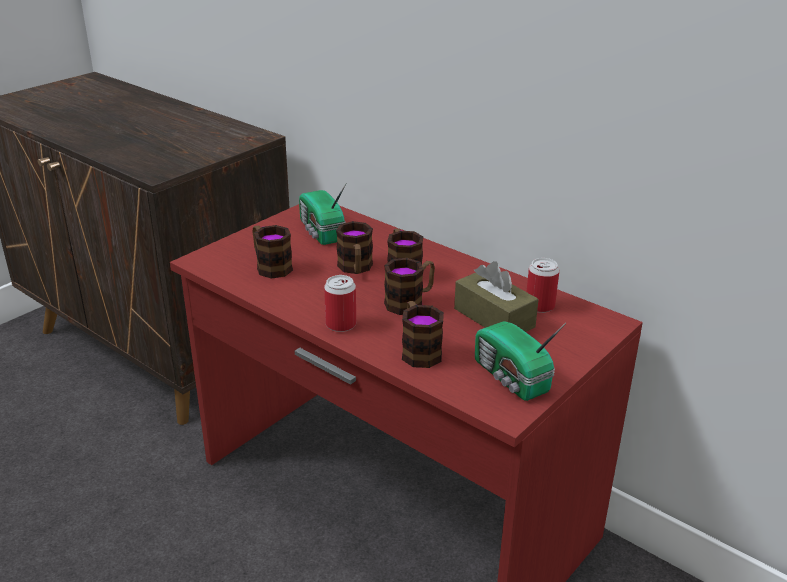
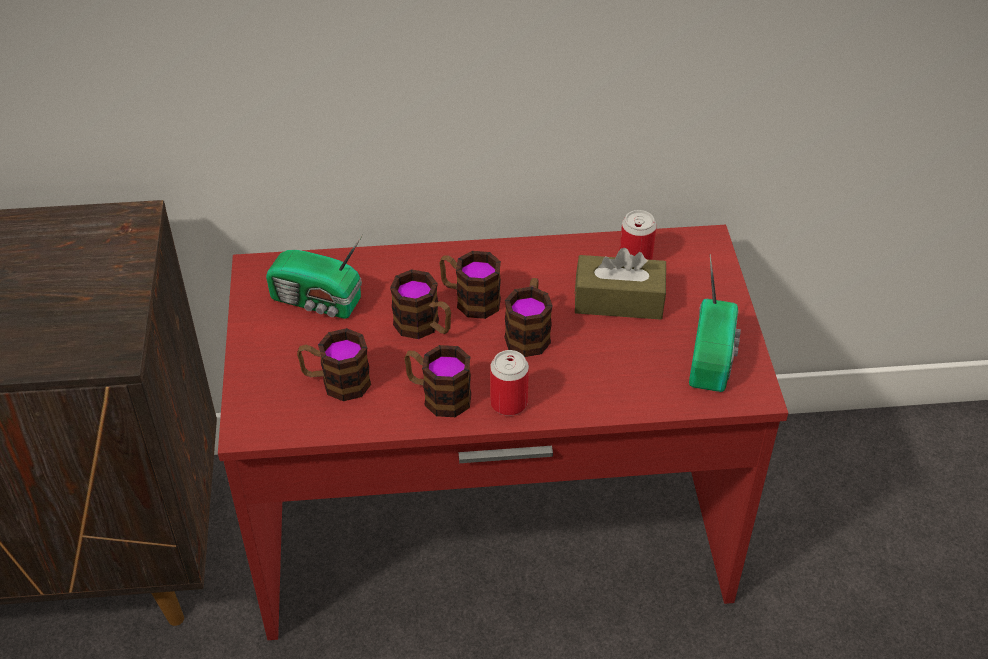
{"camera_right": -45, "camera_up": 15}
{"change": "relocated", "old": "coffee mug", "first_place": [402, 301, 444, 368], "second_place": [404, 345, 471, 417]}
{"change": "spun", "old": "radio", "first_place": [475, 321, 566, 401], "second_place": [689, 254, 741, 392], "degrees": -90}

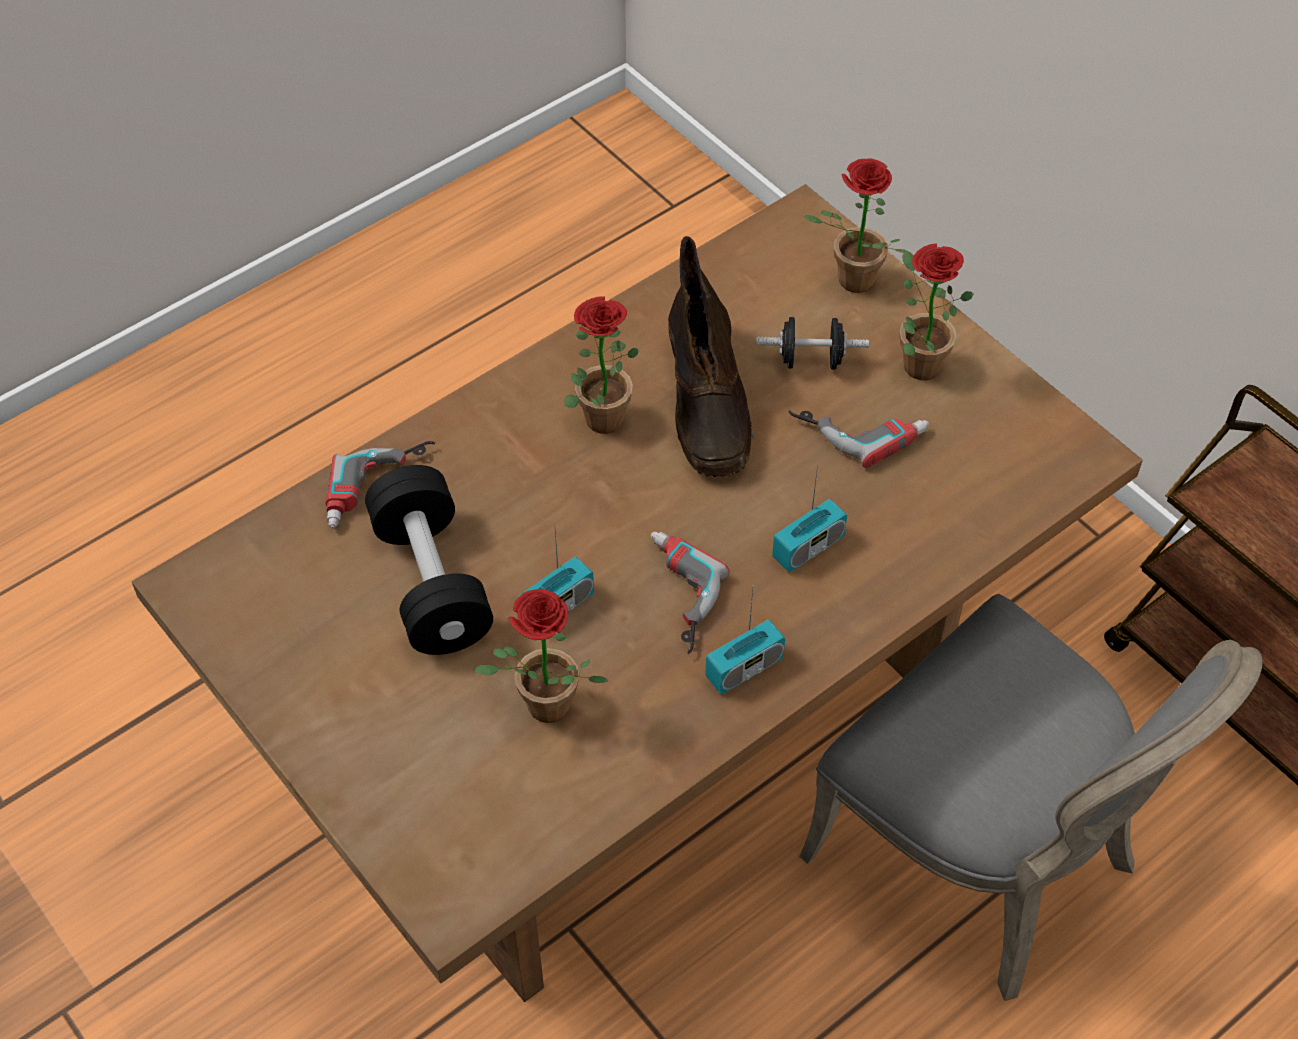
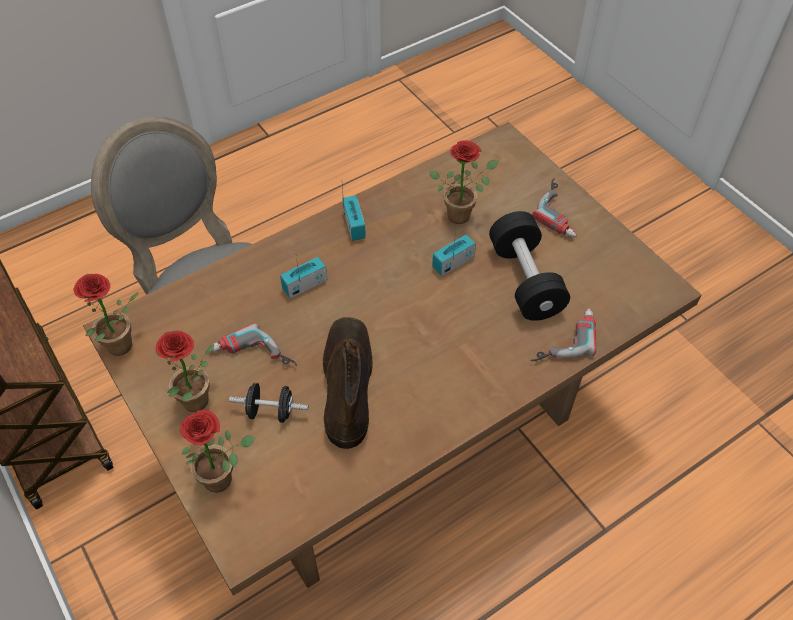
{"camera_right": -175, "camera_up": 0}
{"change": "relocated", "old": "houseplant", "first_place": [564, 296, 640, 434], "second_place": [74, 274, 139, 356]}
{"change": "relocated", "old": "power drill", "first_place": [651, 532, 729, 654], "second_place": [532, 178, 577, 237]}
{"change": "spun", "old": "radio", "first_place": [705, 589, 785, 694], "second_place": [342, 186, 366, 241], "degrees": 105}

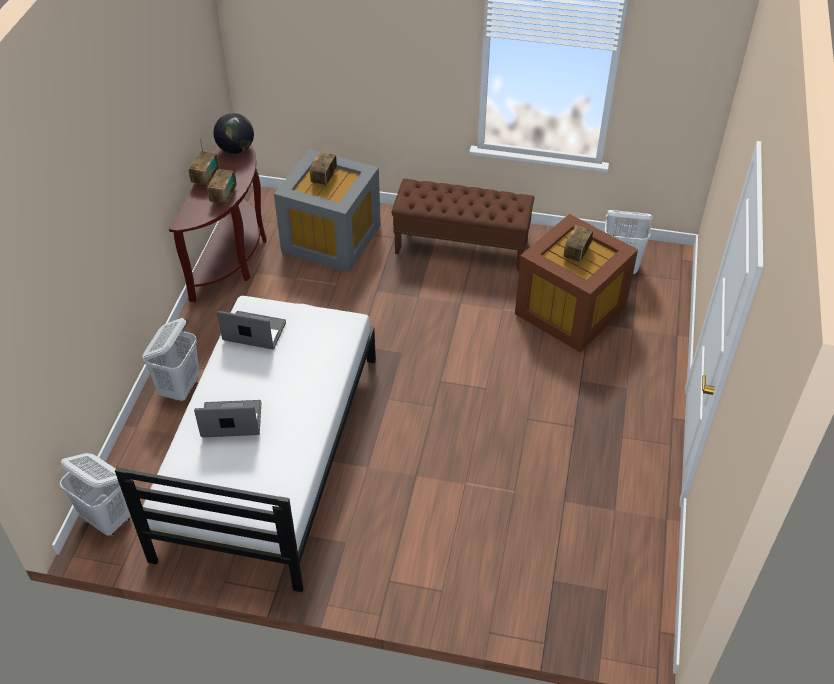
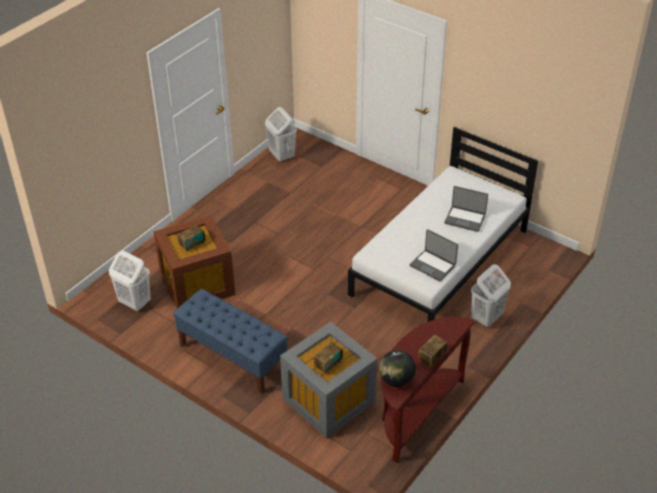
{"camera_right": -155, "camera_up": -5}
{"change": "missing", "old": "radio", "first_place": [207, 156, 237, 206]}
{"change": "colour", "old": "long seat (brownish)", "new": "long seat (blue-coloured)", "first_place": [392, 179, 534, 272], "second_place": [173, 289, 288, 394]}
{"change": "relocated", "old": "hamper (white-coloured)", "first_place": [60, 453, 131, 536], "second_place": [265, 107, 297, 162]}

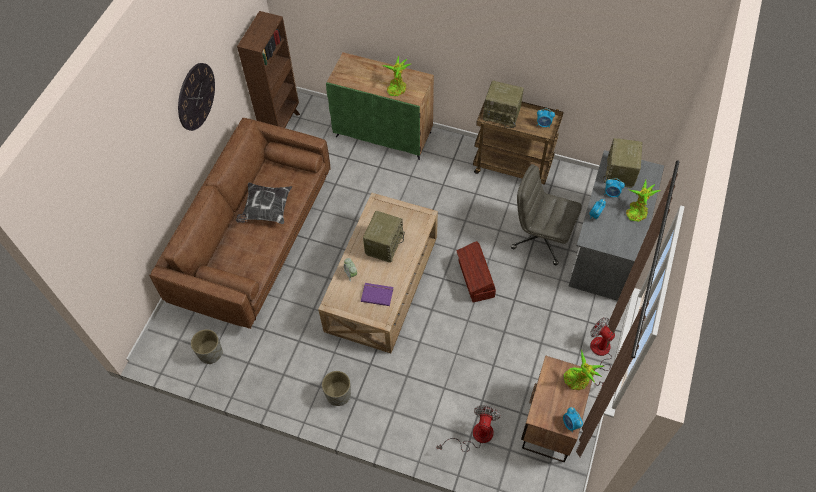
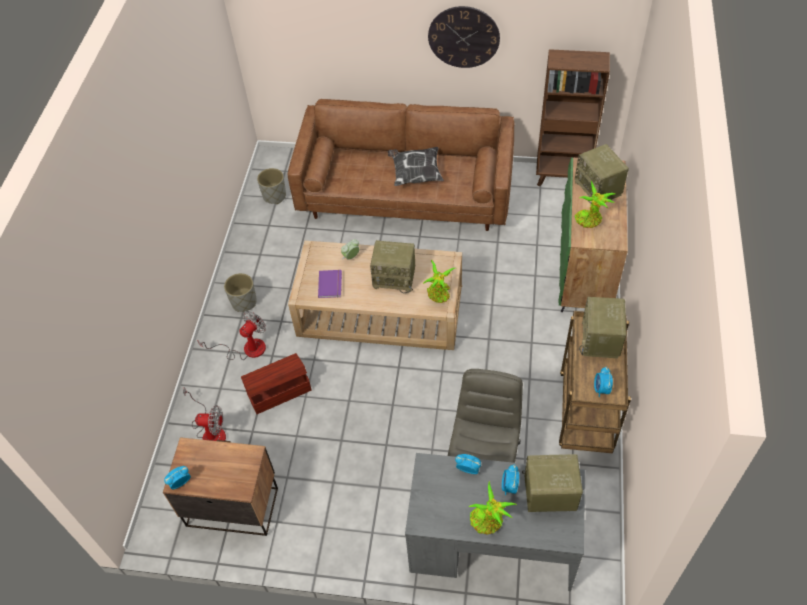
{"camera_right": 80, "camera_up": -5}
{"change": "relocated", "old": "storage container (brownish)", "first_place": [457, 241, 496, 303], "second_place": [241, 353, 311, 414]}
{"change": "relocated", "old": "electric fan", "first_place": [590, 317, 615, 387], "second_place": [197, 311, 266, 360]}
{"change": "relocated", "old": "houseplant", "first_place": [564, 350, 605, 390], "second_place": [423, 260, 455, 303]}
{"change": "appeared", "new": "radio", "second_place": [575, 144, 629, 204]}

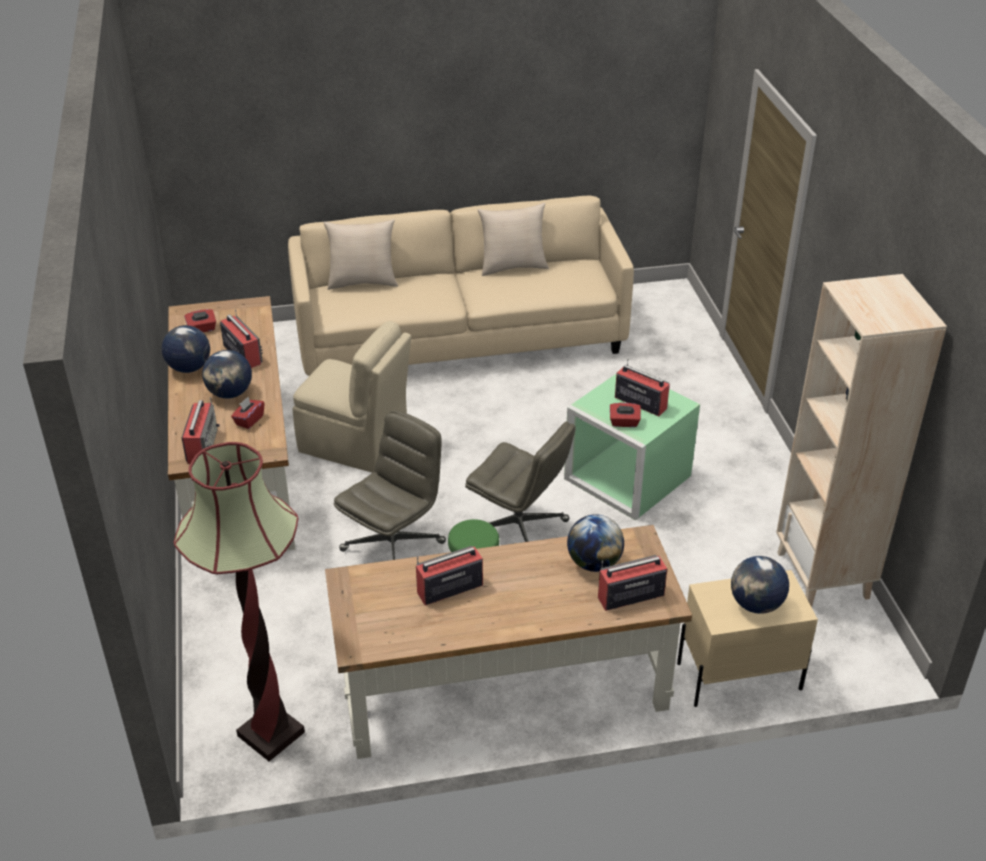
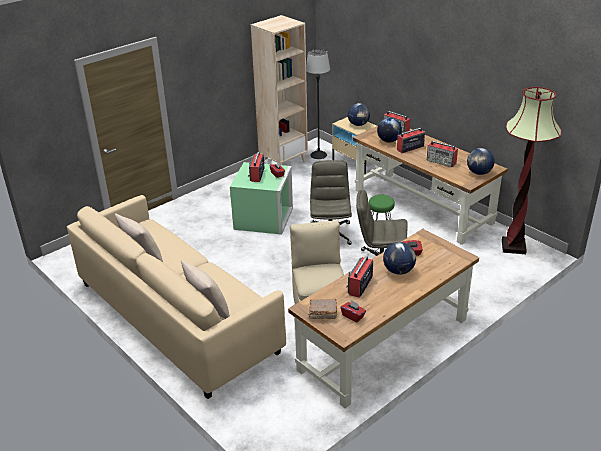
{"camera_right": -120, "camera_up": -5}
{"change": "relocated", "old": "world globe", "first_place": [162, 325, 210, 373], "second_place": [467, 148, 495, 175]}
{"change": "relocated", "old": "radio", "first_place": [182, 397, 220, 464], "second_place": [397, 128, 425, 153]}
{"change": "appeared", "new": "floor lamp", "second_place": [306, 49, 330, 159]}
{"change": "appeared", "new": "volume (brownish)", "second_place": [309, 299, 337, 319]}

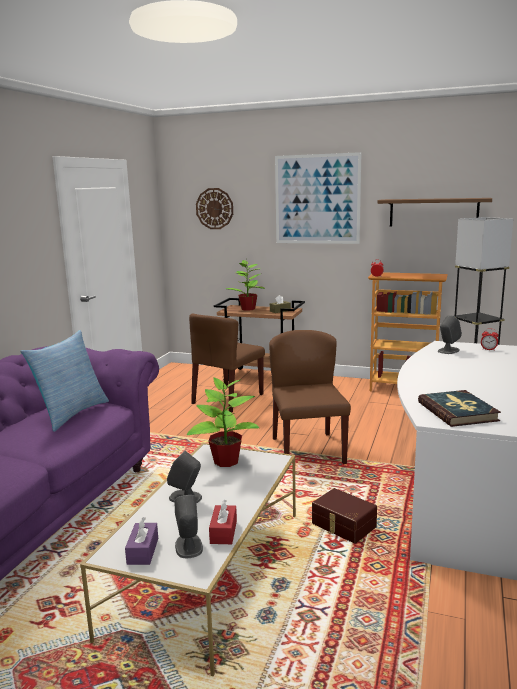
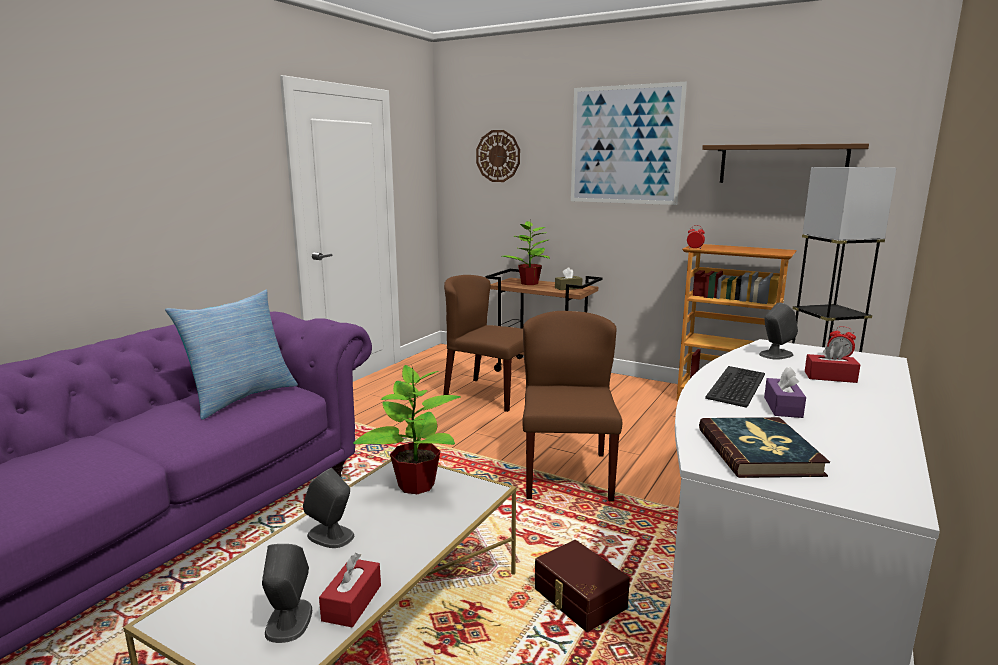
{"camera_right": 10, "camera_up": 0}
{"change": "spun", "old": "upright chair (brownish)", "first_place": [189, 314, 265, 413], "second_place": [443, 275, 523, 412], "degrees": 75}
{"change": "relocated", "old": "tissue box (purple-coloured)", "first_place": [125, 517, 158, 565], "second_place": [764, 367, 806, 418]}
{"change": "appeared", "new": "tissue box (red)", "second_place": [805, 342, 860, 383]}
{"change": "appeared", "new": "computer keyboard", "second_place": [705, 366, 765, 408]}

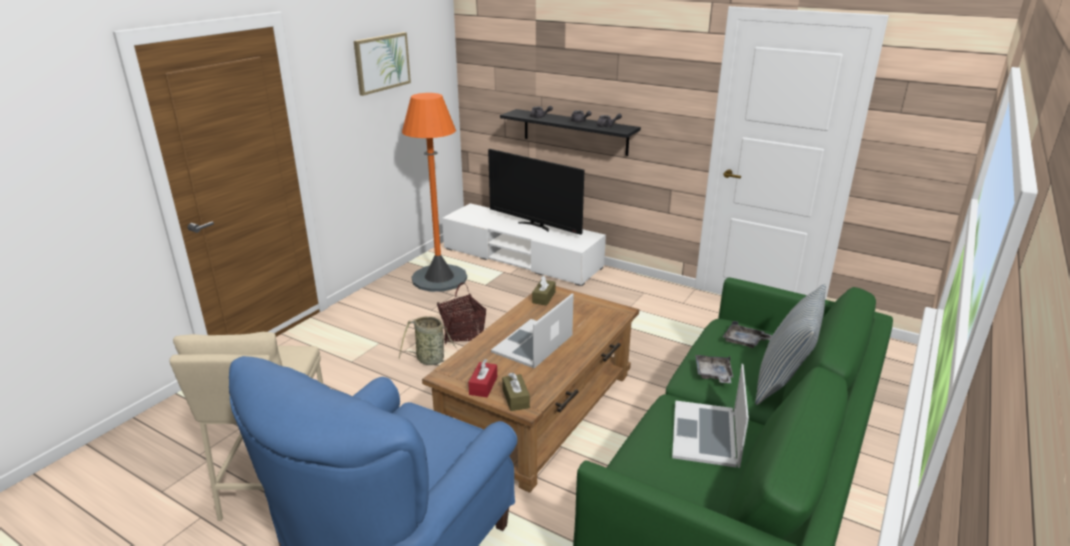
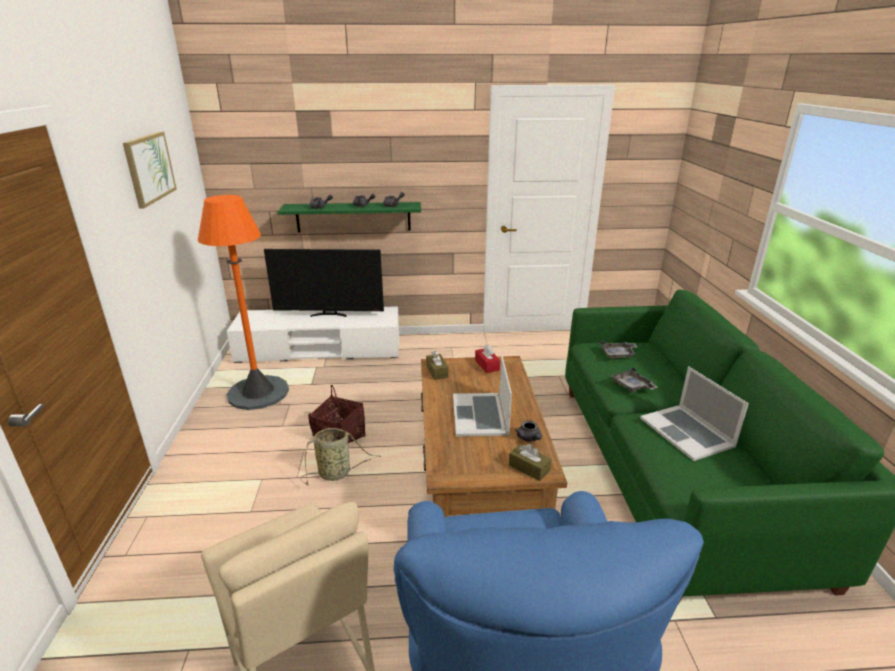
{"camera_right": -35, "camera_up": 0}
{"change": "colour", "old": "bracket shelf (black-coloured)", "new": "bracket shelf (green-coloured)", "first_place": [500, 109, 641, 156], "second_place": [278, 202, 421, 232]}
{"change": "missing", "old": "pillow", "first_place": [755, 284, 826, 405]}
{"change": "relocated", "old": "tissue box (red)", "first_place": [468, 359, 497, 397], "second_place": [475, 344, 500, 373]}
{"change": "appeared", "new": "teapot (gray)", "second_place": [515, 420, 542, 442]}

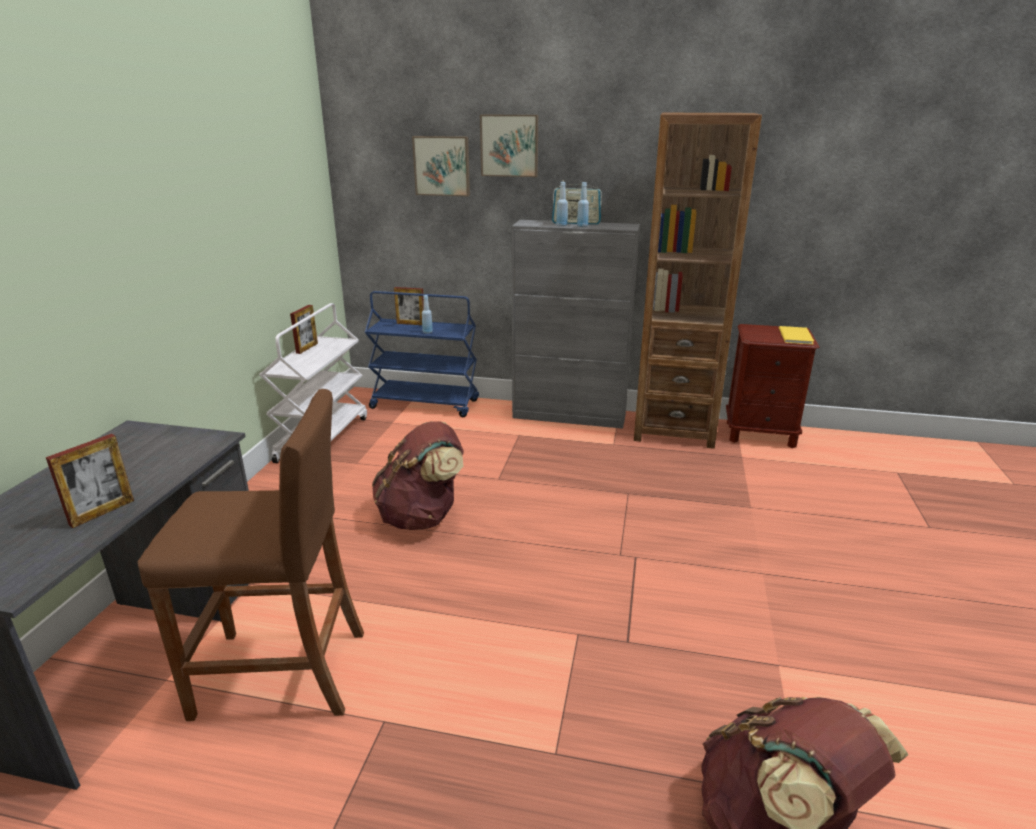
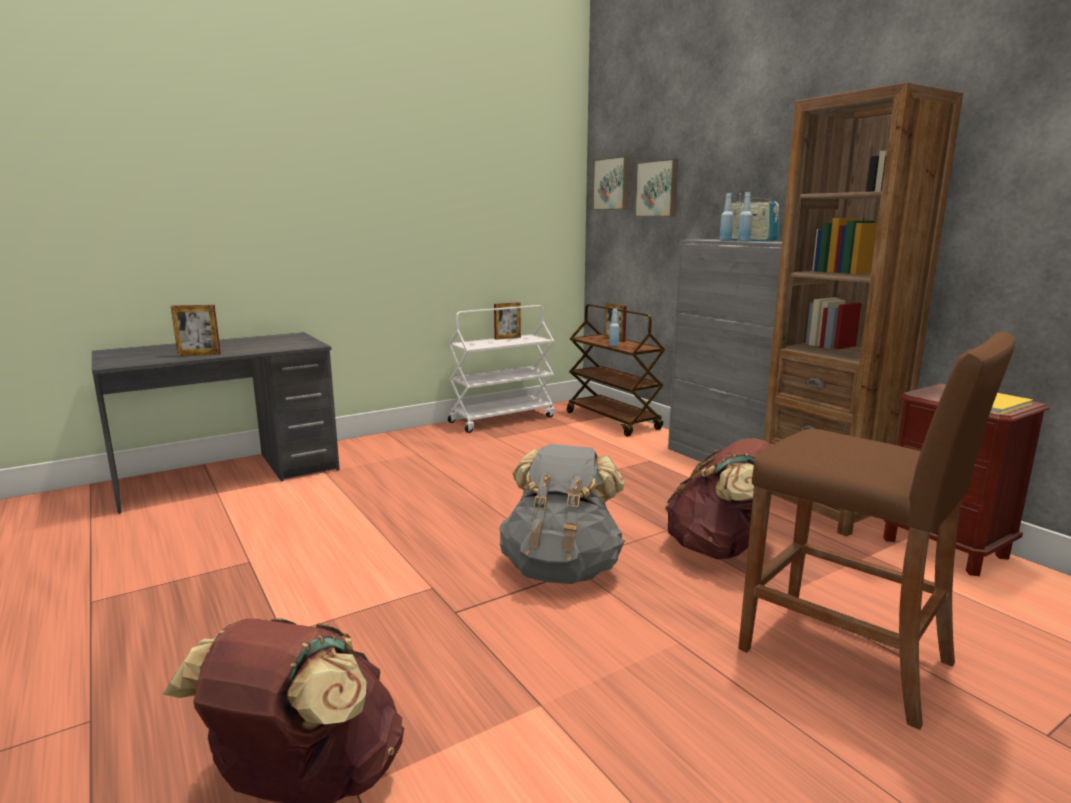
{"camera_right": 45, "camera_up": -10}
{"change": "relocated", "old": "wall picture", "first_place": [480, 115, 538, 177], "second_place": [592, 156, 630, 210]}
{"change": "colour", "old": "trolley (blue-coloured)", "new": "trolley (brownish)", "first_place": [365, 291, 479, 417], "second_place": [567, 304, 666, 437]}
{"change": "relocated", "old": "stool seat (brownish)", "first_place": [138, 389, 364, 721], "second_place": [738, 332, 1015, 730]}
{"change": "relocated", "old": "knapsack (brownish)", "first_place": [372, 421, 464, 530], "second_place": [665, 438, 773, 559]}
{"change": "appeared", "new": "knapsack (gray)", "second_place": [499, 444, 625, 584]}

